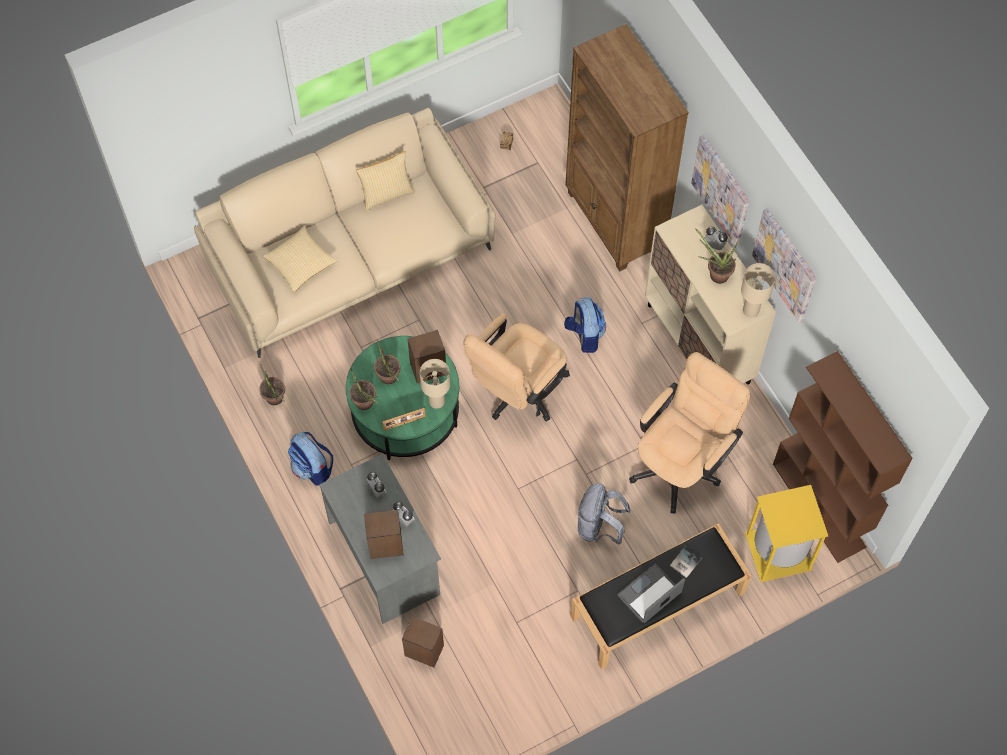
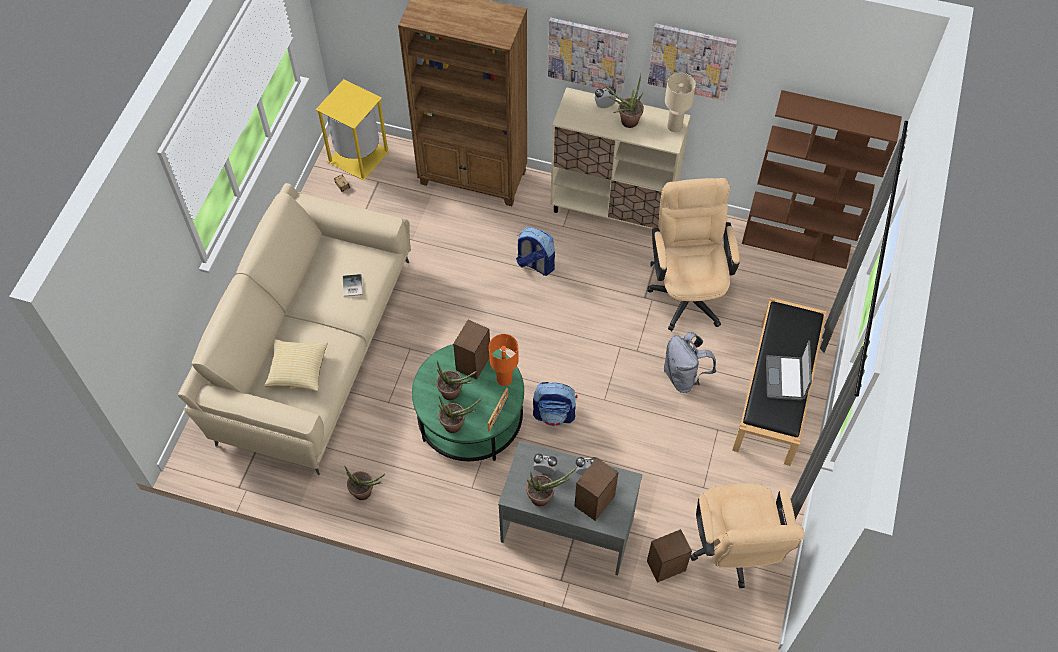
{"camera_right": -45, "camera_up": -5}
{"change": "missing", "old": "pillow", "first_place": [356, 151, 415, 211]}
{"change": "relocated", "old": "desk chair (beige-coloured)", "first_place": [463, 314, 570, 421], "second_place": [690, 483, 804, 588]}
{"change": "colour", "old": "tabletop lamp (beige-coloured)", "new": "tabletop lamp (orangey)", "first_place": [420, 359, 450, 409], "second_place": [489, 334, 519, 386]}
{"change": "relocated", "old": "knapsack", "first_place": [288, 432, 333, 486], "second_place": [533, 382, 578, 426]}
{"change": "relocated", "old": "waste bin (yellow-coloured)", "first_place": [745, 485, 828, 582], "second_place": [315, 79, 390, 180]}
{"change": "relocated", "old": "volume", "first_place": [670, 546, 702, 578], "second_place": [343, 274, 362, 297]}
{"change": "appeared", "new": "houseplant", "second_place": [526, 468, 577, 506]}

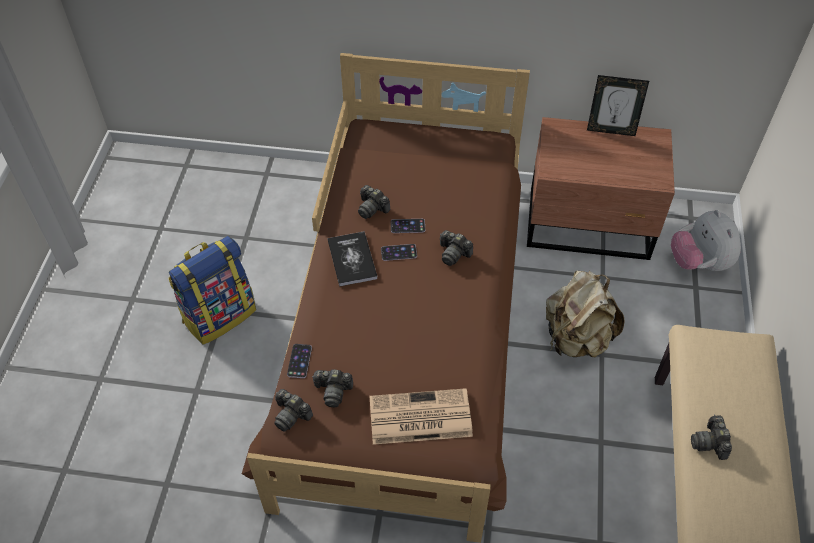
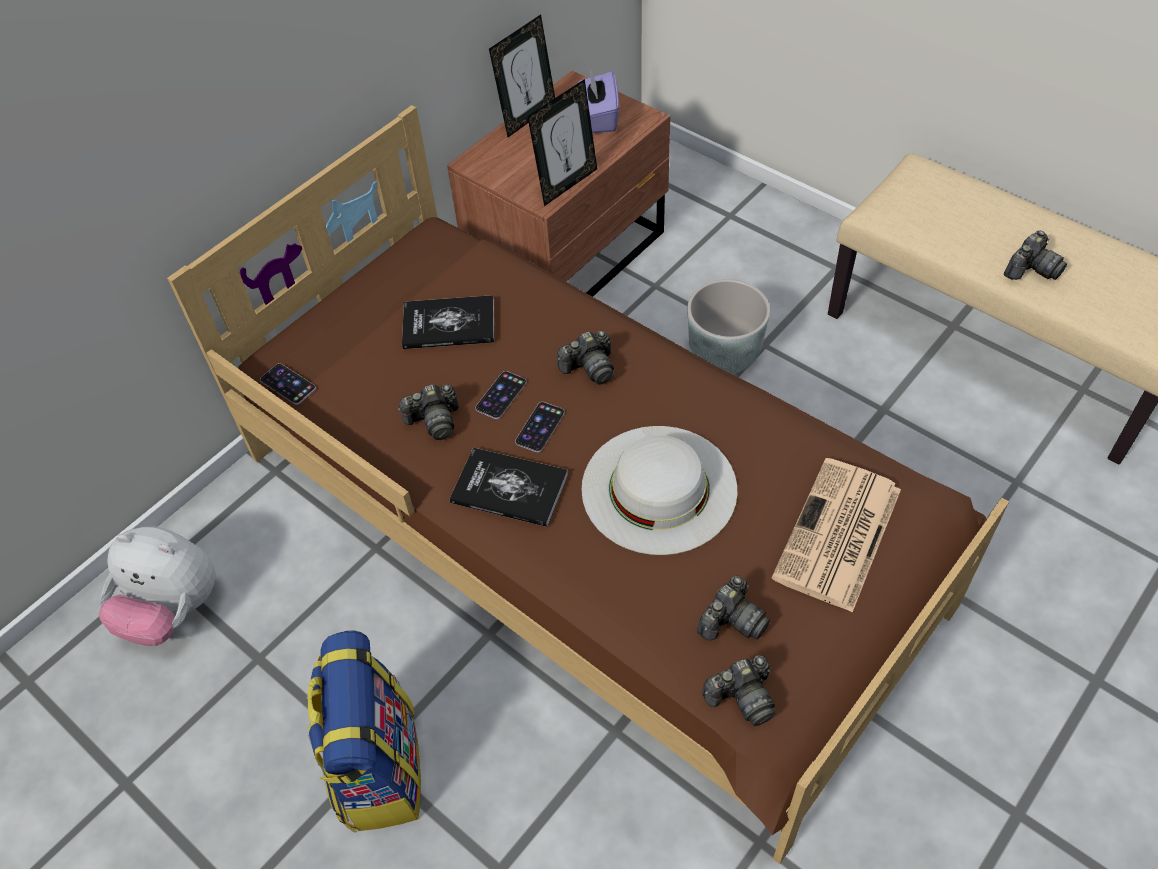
{"camera_right": -55, "camera_up": 0}
{"change": "relocated", "old": "soft toy", "first_place": [671, 210, 741, 271], "second_place": [99, 526, 216, 646]}
{"change": "exchanged", "old": "knapsack (beige-coloured)", "new": "flower pot (gray)", "first_place": [546, 270, 624, 358], "second_place": [687, 279, 770, 374]}
{"change": "relocated", "old": "telephone", "first_place": [287, 344, 312, 378], "second_place": [260, 363, 316, 405]}
{"change": "spun", "old": "still camera", "first_place": [691, 415, 732, 460], "second_place": [1004, 230, 1067, 280], "degrees": -75}
{"change": "appeared", "new": "tissue box (purple-coloured)", "second_place": [577, 72, 619, 133]}
{"change": "appeared", "new": "picture frame", "second_place": [527, 79, 597, 206]}
{"change": "appeared", "new": "volume", "second_place": [402, 295, 494, 349]}
{"change": "appeared", "new": "hat (white-coloured)", "second_place": [581, 426, 737, 555]}

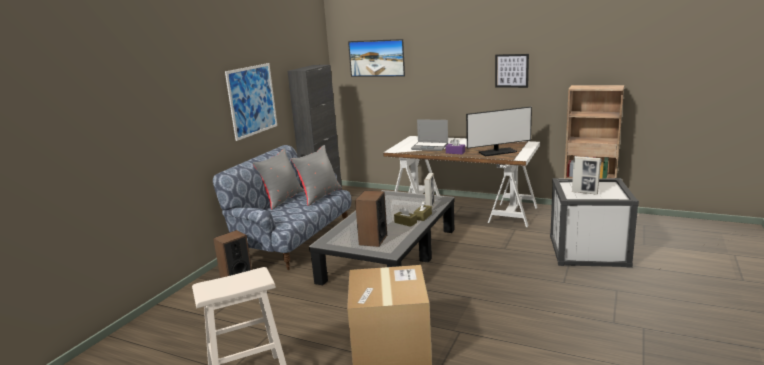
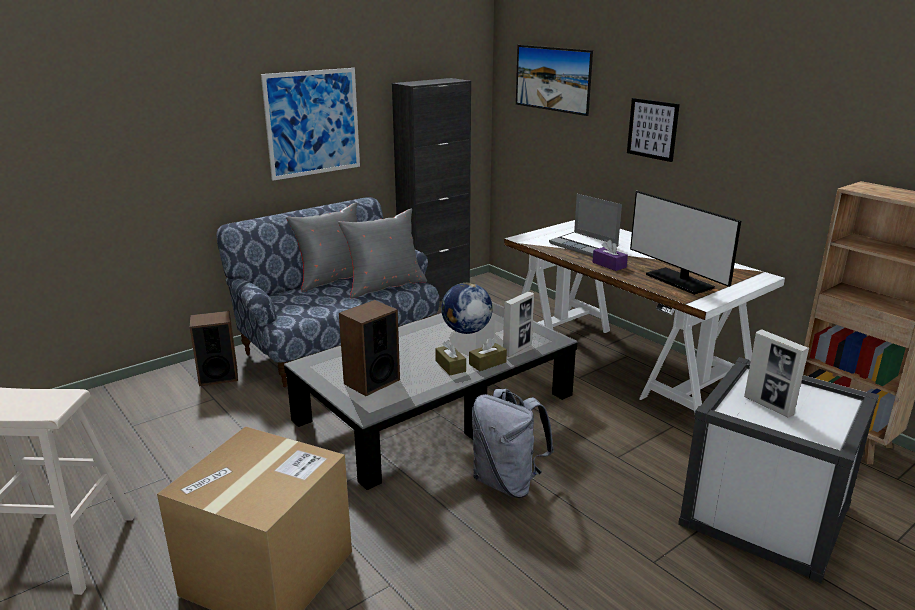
{"camera_right": 25, "camera_up": 5}
{"change": "relocated", "old": "wall picture", "first_place": [495, 54, 529, 88], "second_place": [627, 98, 680, 162]}
{"change": "spun", "old": "computer display", "first_place": [466, 106, 532, 157], "second_place": [630, 191, 741, 295], "degrees": 45}
{"change": "appeared", "new": "world globe", "second_place": [441, 283, 493, 334]}
{"change": "appeared", "new": "knapsack (gray)", "second_place": [472, 389, 554, 498]}

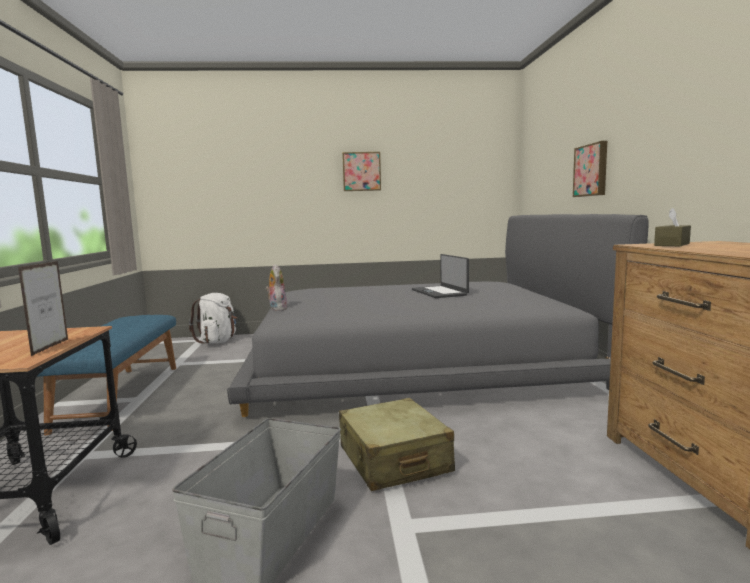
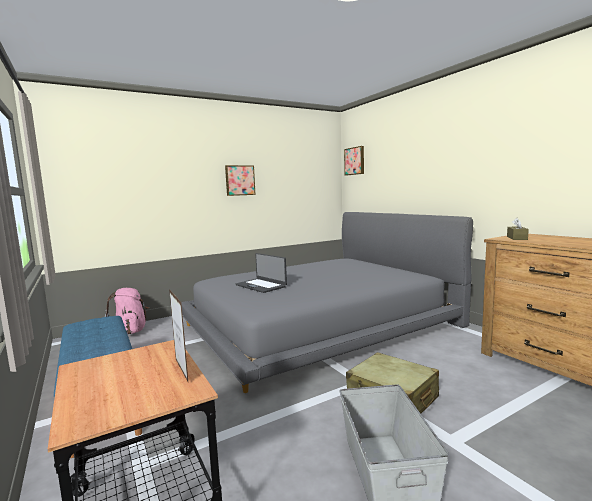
{"camera_right": -25, "camera_up": 0}
{"change": "relocated", "old": "wall picture", "first_place": [573, 141, 607, 197], "second_place": [344, 146, 364, 175]}
{"change": "relocated", "old": "laptop", "first_place": [412, 254, 469, 298], "second_place": [235, 253, 287, 293]}
{"change": "missing", "old": "soft toy", "first_place": [266, 264, 287, 311]}
{"change": "colour", "old": "knapsack (white-coloured)", "new": "knapsack (pinkish)", "first_place": [189, 293, 237, 344], "second_place": [105, 288, 149, 334]}

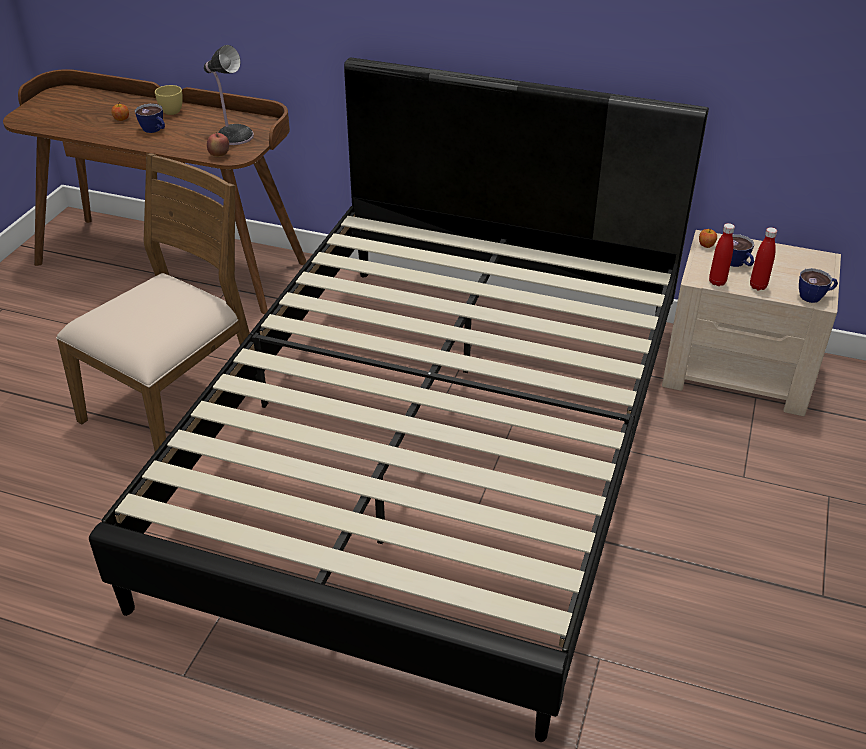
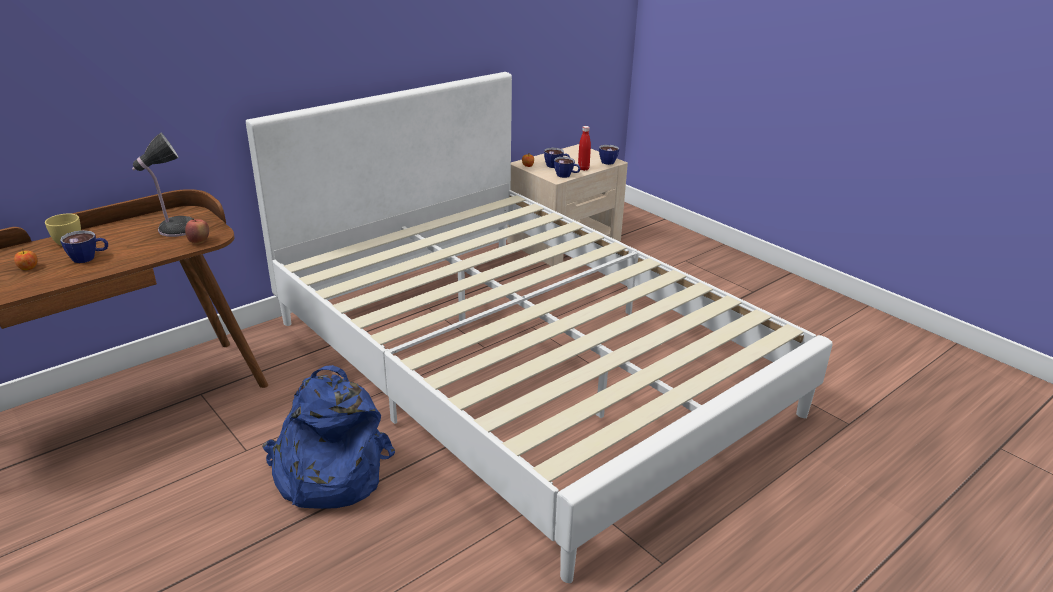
{"camera_right": -60, "camera_up": -10}
{"change": "colour", "old": "sleeping bed (black-coloured)", "new": "sleeping bed (white-coloured)", "first_place": [89, 57, 709, 742], "second_place": [246, 72, 833, 583]}
{"change": "exchanged", "old": "upright chair (brownish)", "new": "knapsack (blue-coloured)", "first_place": [56, 153, 250, 452], "second_place": [262, 365, 395, 509]}
{"change": "exchanged", "old": "drink bottle (red)", "new": "cup", "first_place": [709, 223, 735, 286], "second_place": [554, 157, 581, 178]}

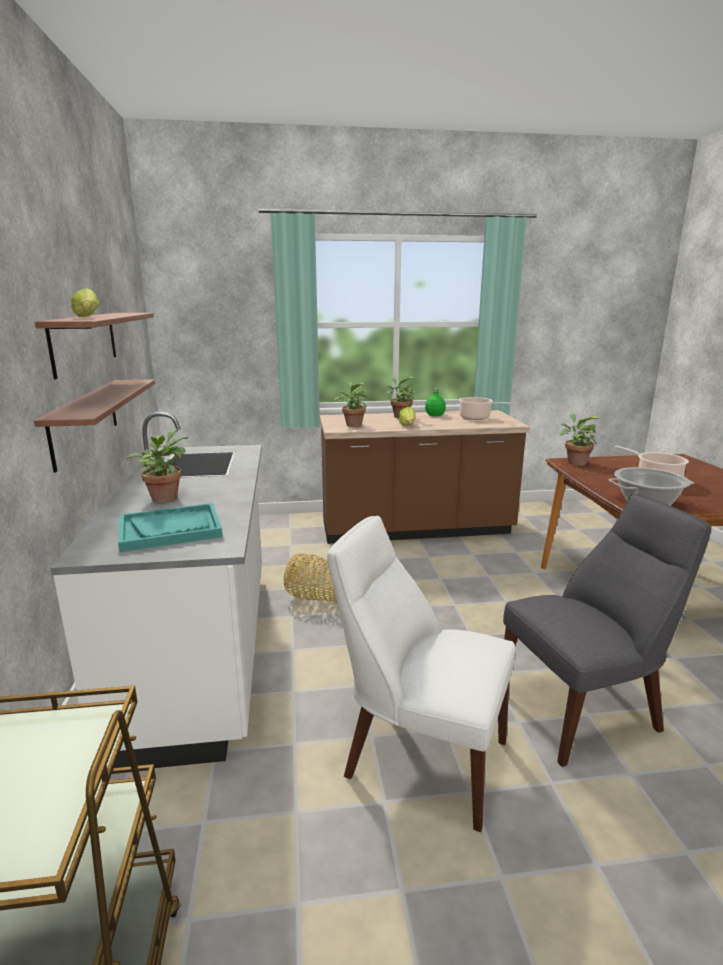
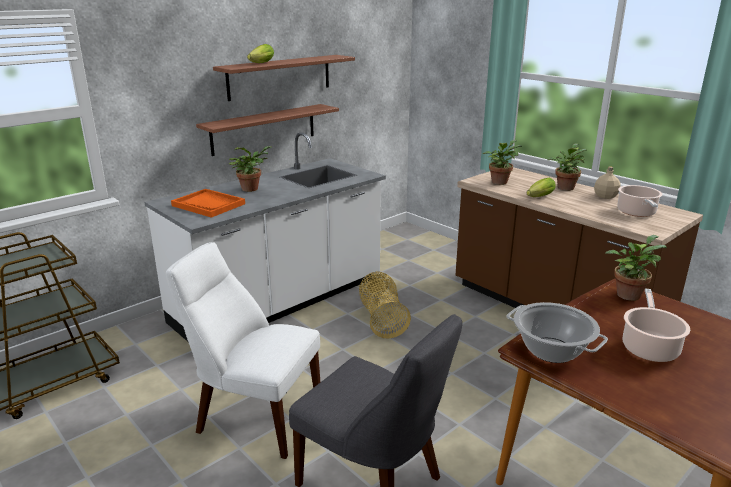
{"camera_right": 55, "camera_up": 5}
{"change": "colour", "old": "drink bottle (green-coloured)", "new": "drink bottle (beige-coloured)", "first_place": [425, 388, 446, 416], "second_place": [594, 166, 621, 199]}
{"change": "colour", "old": "tray (blue-green)", "new": "tray (orangey)", "first_place": [118, 503, 223, 552], "second_place": [171, 189, 245, 218]}
{"change": "spun", "old": "upright chair (white-coloured)", "first_place": [327, 516, 515, 832], "second_place": [166, 242, 320, 459], "degrees": -60}

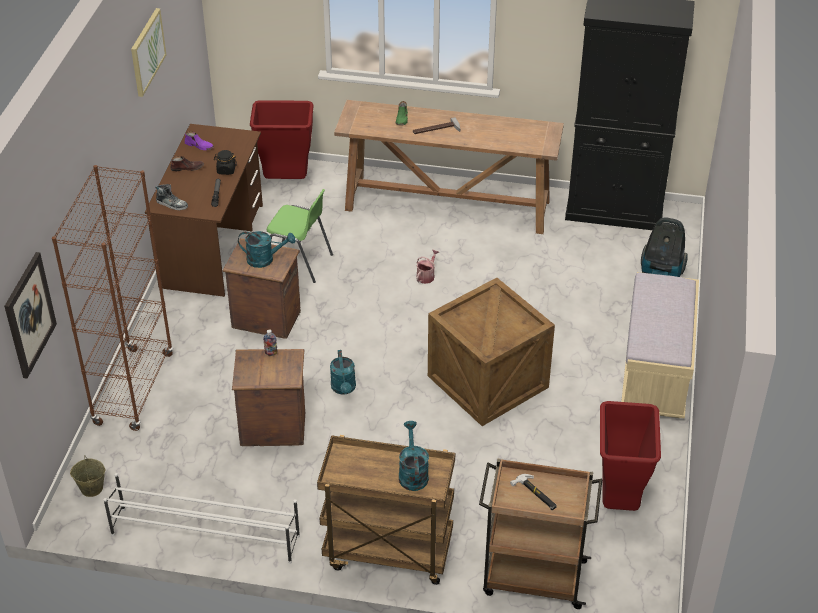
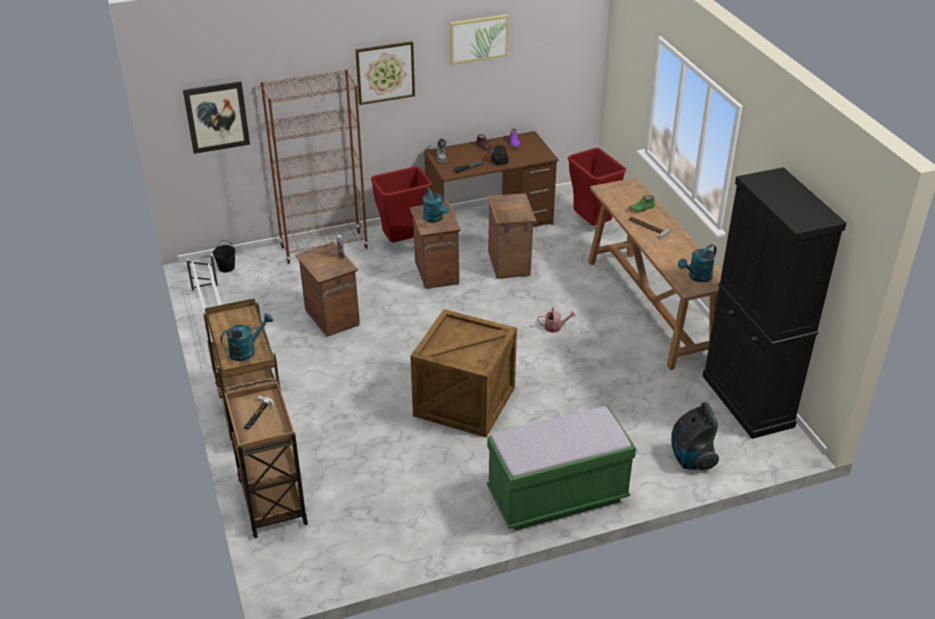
{"camera_right": 60, "camera_up": -5}
{"change": "exchanged", "old": "upright chair (green-coloured)", "new": "shipping crate", "first_place": [266, 189, 333, 283], "second_place": [487, 194, 536, 279]}
{"change": "colour", "old": "long seat (beige-coloured)", "new": "long seat (green-coloured)", "first_place": [621, 272, 699, 418], "second_place": [487, 406, 636, 530]}
{"change": "relocated", "old": "watering can (blue-green)", "first_place": [330, 350, 356, 395], "second_place": [678, 244, 717, 282]}
{"change": "relocated", "old": "waste bin (red)", "first_place": [600, 401, 661, 511], "second_place": [371, 166, 432, 242]}
{"change": "colour", "old": "water bucket (beige-coloured)", "new": "water bucket (black-coloured)", "first_place": [70, 455, 105, 497], "second_place": [213, 240, 235, 272]}
{"change": "appeared", "new": "wall picture", "second_place": [355, 41, 415, 105]}

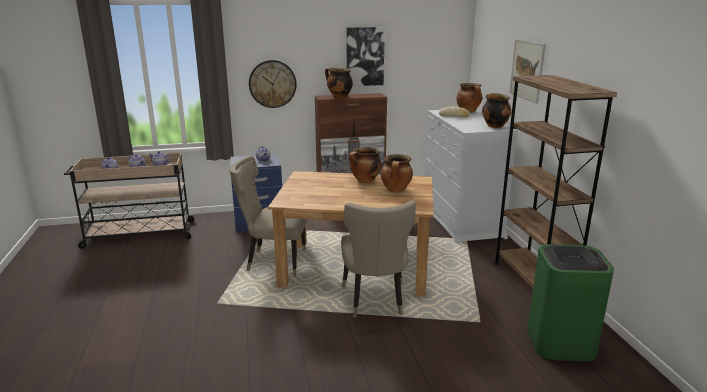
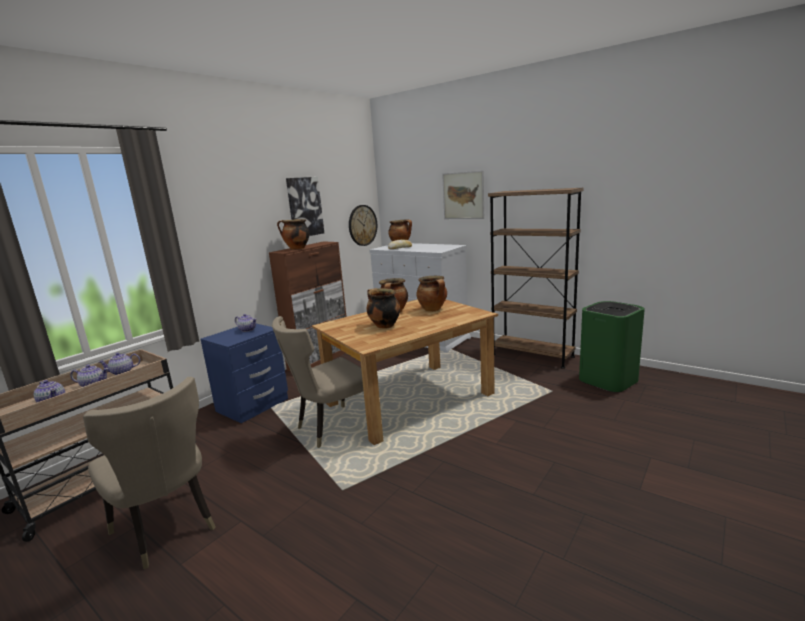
{"camera_right": -40, "camera_up": -5}
{"change": "relocated", "old": "clock on the wall", "first_place": [249, 60, 297, 108], "second_place": [349, 205, 377, 246]}
{"change": "relocated", "old": "saucepot", "first_place": [482, 93, 511, 128], "second_place": [366, 288, 400, 329]}
{"change": "relocated", "old": "upright chair (beige-coloured)", "first_place": [341, 200, 416, 318], "second_place": [83, 377, 216, 569]}

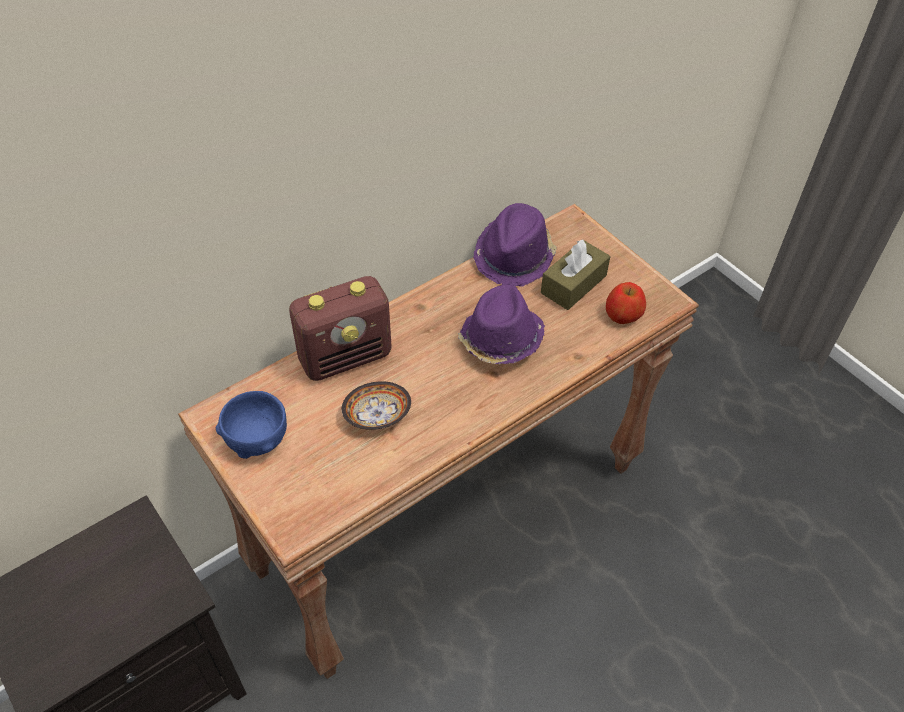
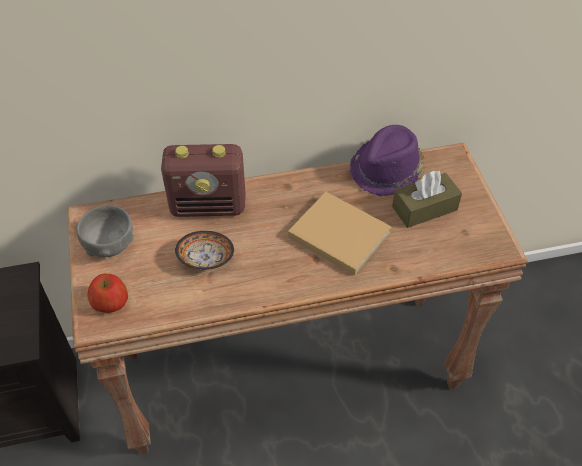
{"camera_right": 25, "camera_up": 0}
{"change": "relocated", "old": "apple fruit", "first_place": [606, 282, 646, 324], "second_place": [88, 274, 128, 313]}
{"change": "exchanged", "old": "hat (purple-coloured)", "new": "volume (beige-coloured)", "first_place": [458, 284, 545, 365], "second_place": [288, 192, 392, 275]}
{"change": "colour", "old": "deep dish (blue-coloured)", "new": "deep dish (gray)", "first_place": [216, 391, 287, 459], "second_place": [76, 205, 134, 257]}

